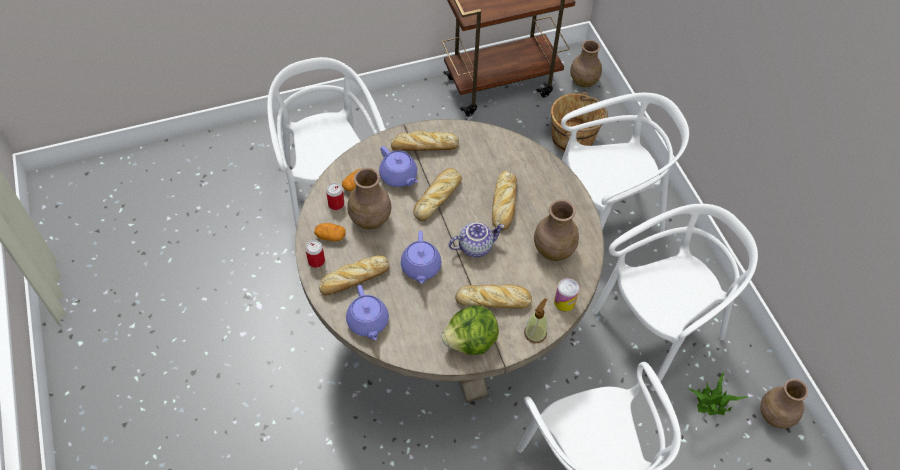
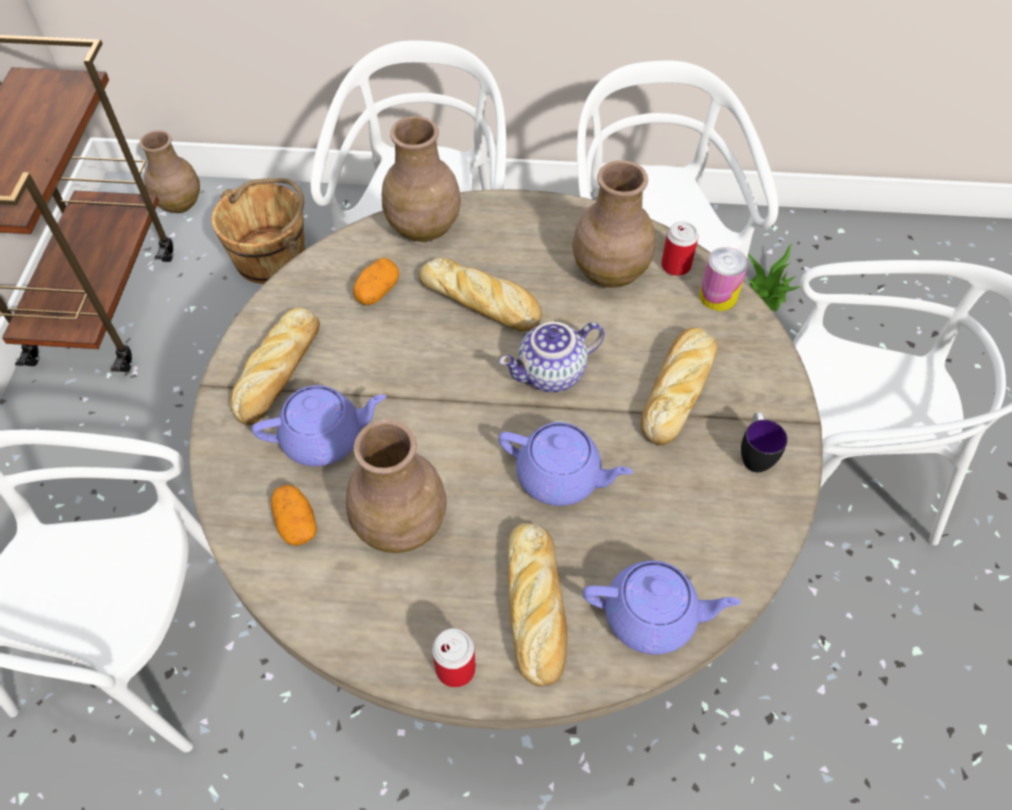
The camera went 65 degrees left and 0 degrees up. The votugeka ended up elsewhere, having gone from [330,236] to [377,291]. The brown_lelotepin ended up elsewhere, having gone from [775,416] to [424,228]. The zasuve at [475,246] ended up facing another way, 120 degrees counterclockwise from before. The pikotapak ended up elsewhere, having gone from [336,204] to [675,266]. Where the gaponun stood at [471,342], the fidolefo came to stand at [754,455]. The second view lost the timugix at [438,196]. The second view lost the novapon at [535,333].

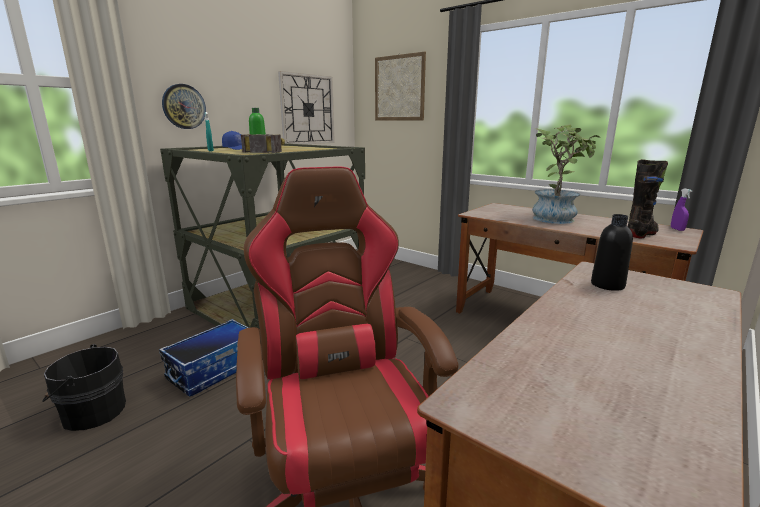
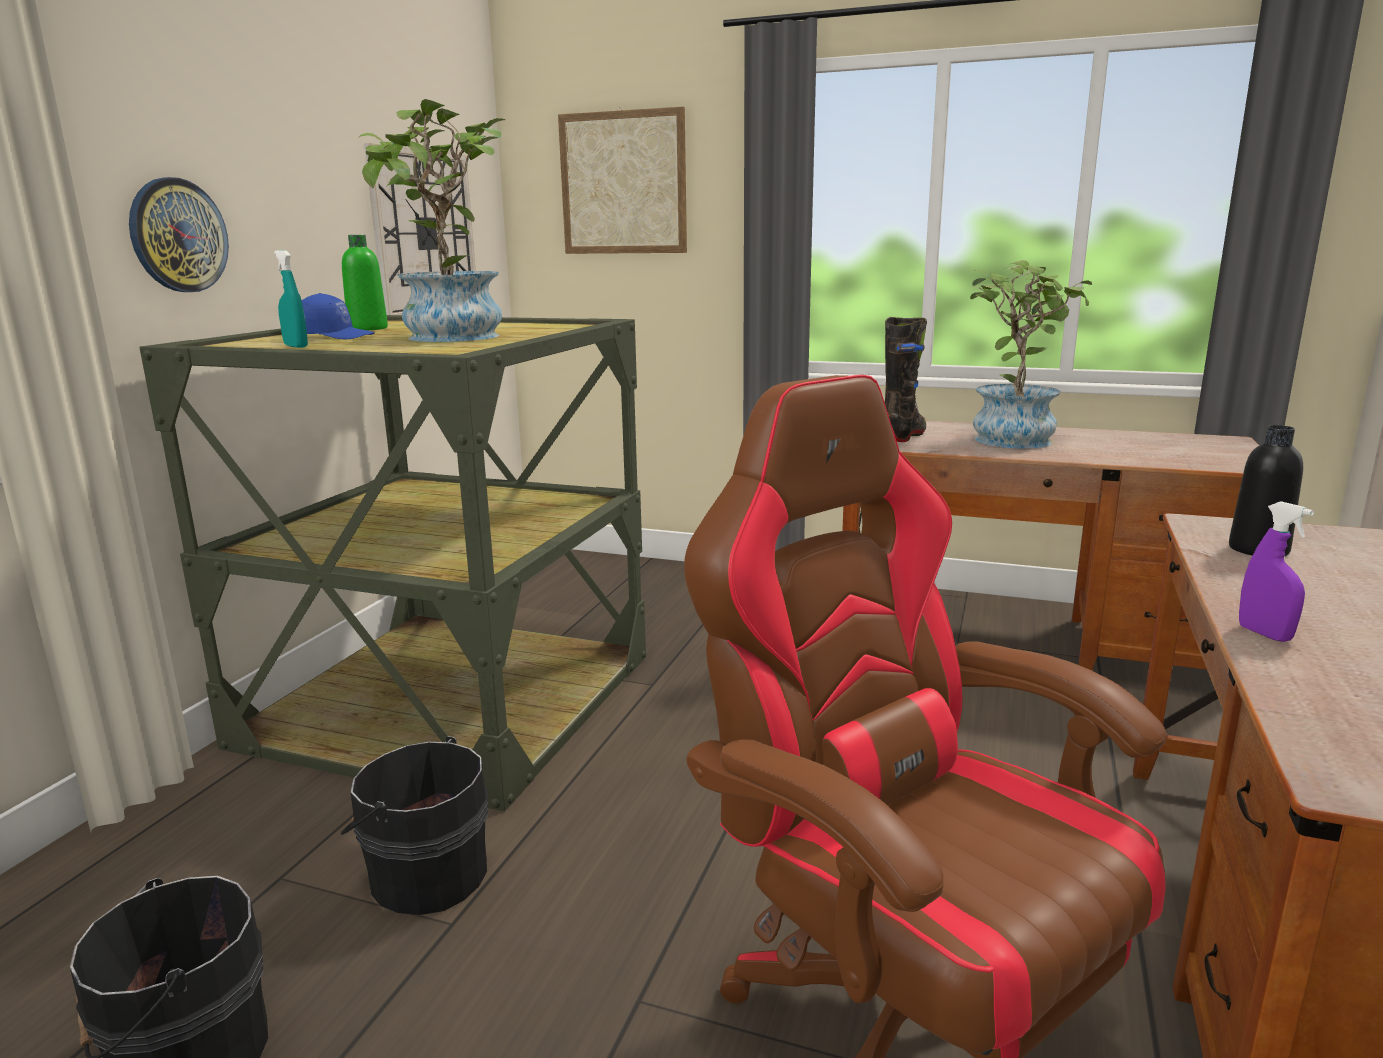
The camera went 20 degrees left and 0 degrees up. Where the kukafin stood at [214,369], the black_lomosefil came to stand at [425,874]. Where the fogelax stood at [271,151], the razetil came to stand at [449,338]. The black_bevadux ended up elsewhere, having gone from [641,234] to [904,436]. The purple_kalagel ended up elsewhere, having gone from [677,229] to [1264,634].

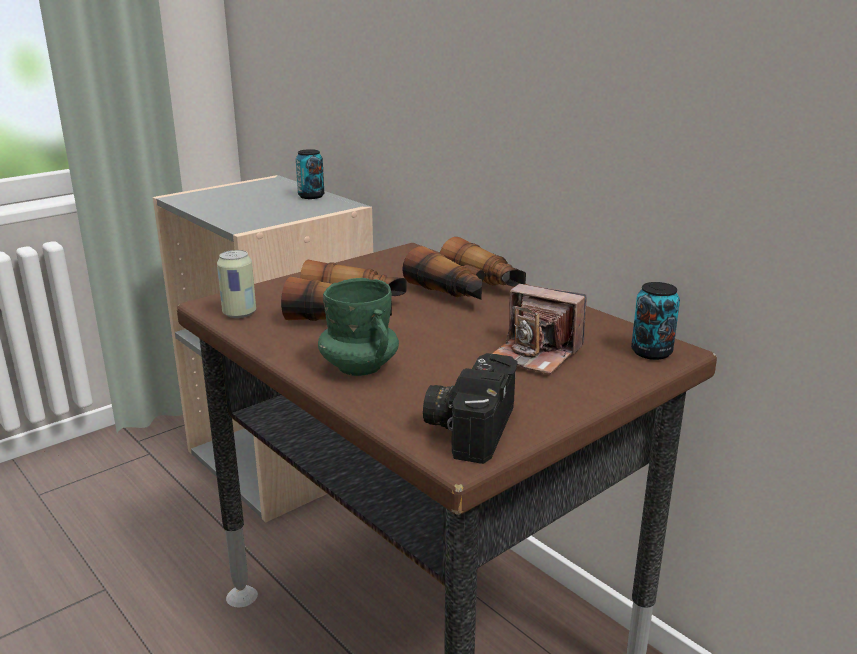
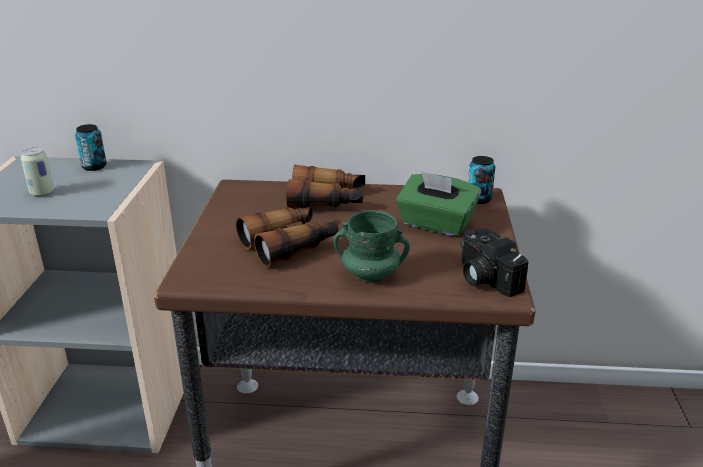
The camera went 45 degrees left and 5 degrees up. The pikotapak ended up elsewhere, having gone from [239,313] to [42,192]. Where the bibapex stood at [535,354], the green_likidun came to stand at [436,224].

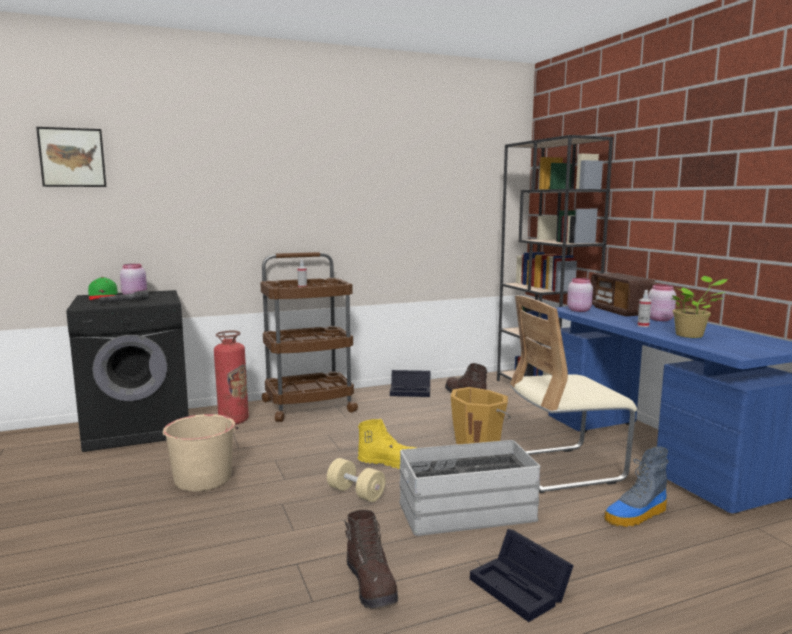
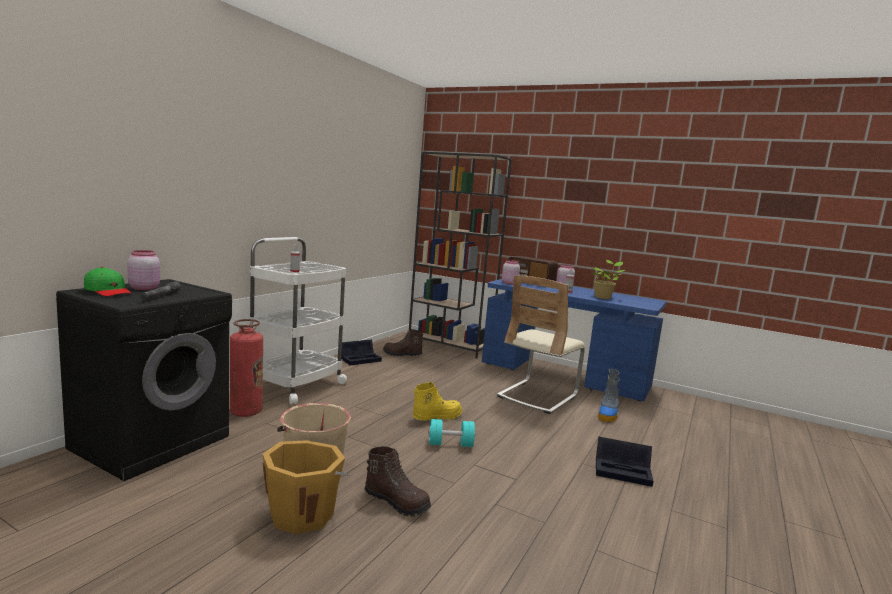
The camera went 40 degrees left and 0 degrees up. What was the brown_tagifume at [309,406] turned into the white_tagifume at [296,385]. The orange_lomosefil ended up elsewhere, having gone from [478,441] to [302,514]. The brown_bevadux ended up elsewhere, having gone from [371,585] to [397,502]. What was the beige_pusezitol at [356,493] turned into the turquoise_pusezitol at [450,444]. The second view lost the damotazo at [72,157]. The second view lost the grey_kukafin at [466,511].

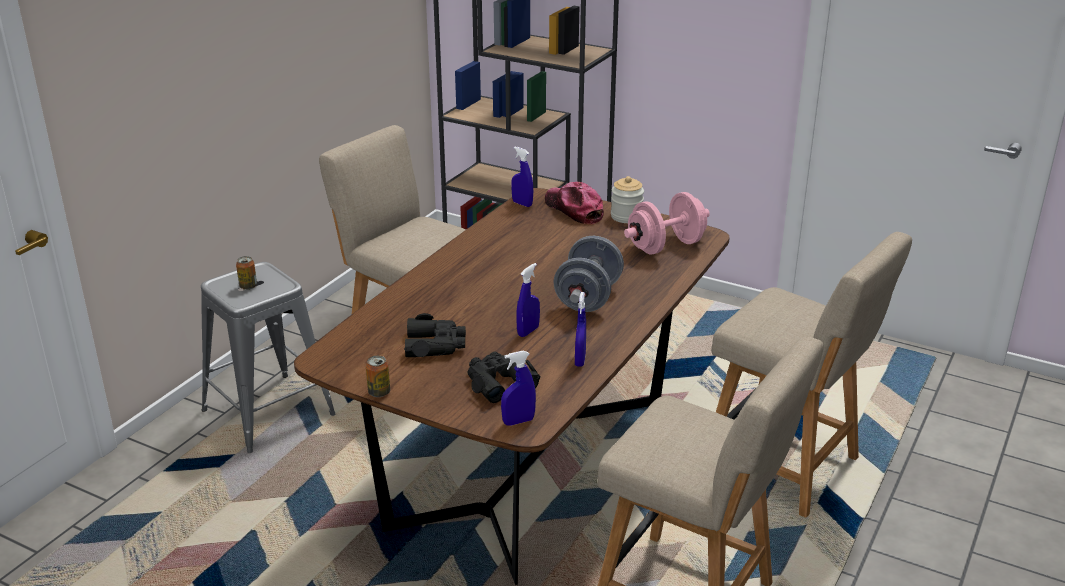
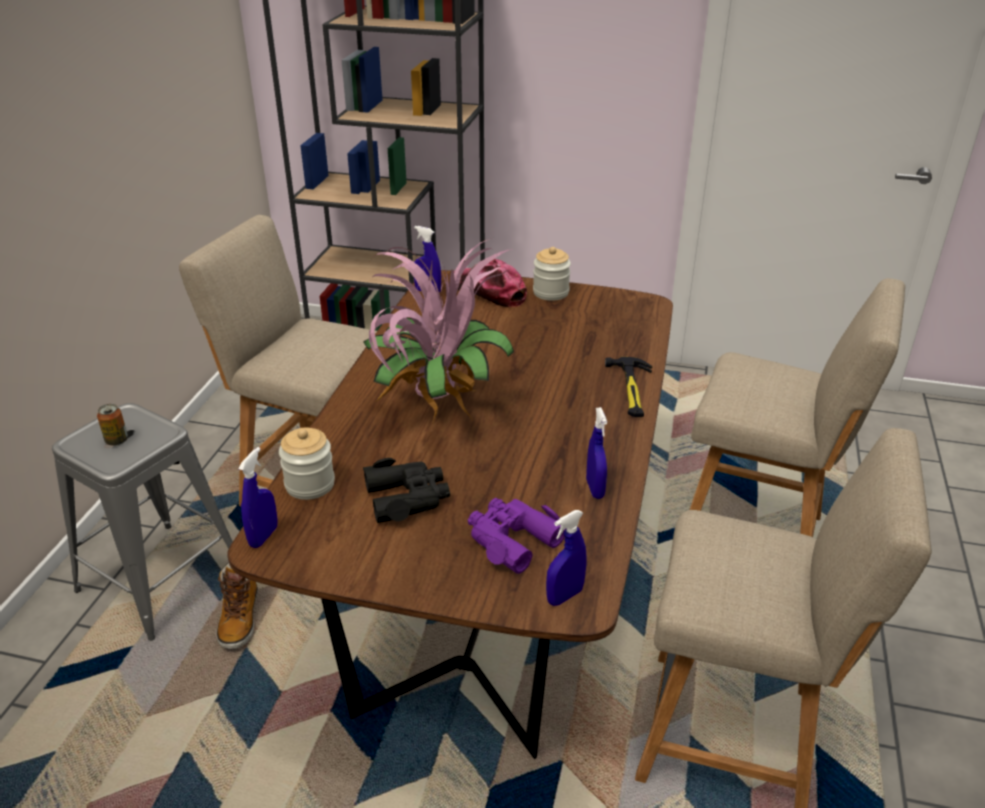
The camera went 15 degrees left and 5 degrees up. The second view gained the bevadux at [240,619]. The blue_kalagel ended up elsewhere, having gone from [528,331] to [263,536]. The second view gained the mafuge at [310,484]. The second view gained the razetil at [437,409]. What was the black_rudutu at [499,382] turned into the purple_rudutu at [512,539]. The second view gained the fogelax at [631,390]. The second view lost the pikotapak at [379,392]. The second view lost the grey_pusezitol at [588,298]. The second view lost the pink_pusezitol at [666,246].

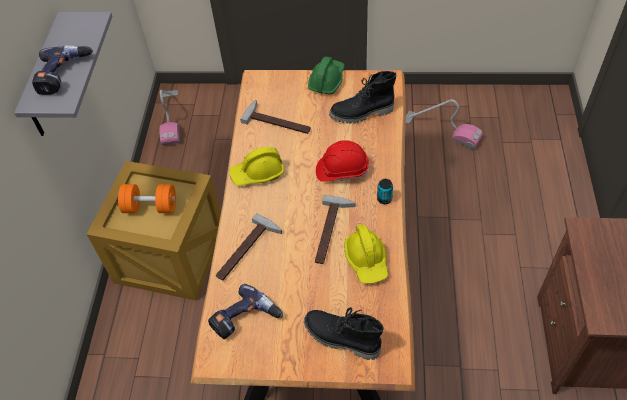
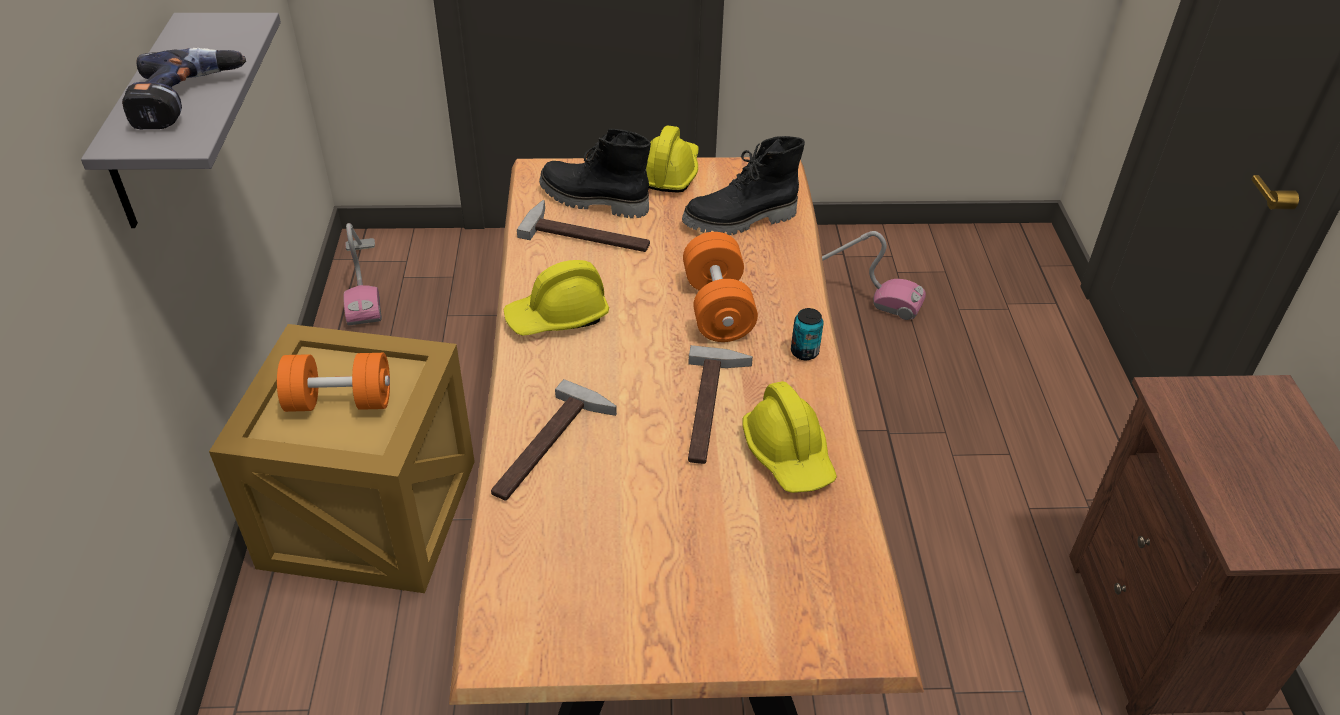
The camera went 10 degrees left and 10 degrees down. The black_bevadux ended up elsewhere, having gone from [341,339] to [593,201]. What was the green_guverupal at [327,80] turned into the yellow_guverupal at [669,173]. Where the red_guverupal stood at [342,170], the orange_pusezitol came to stand at [717,308]. The second view lost the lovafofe at [245,320].

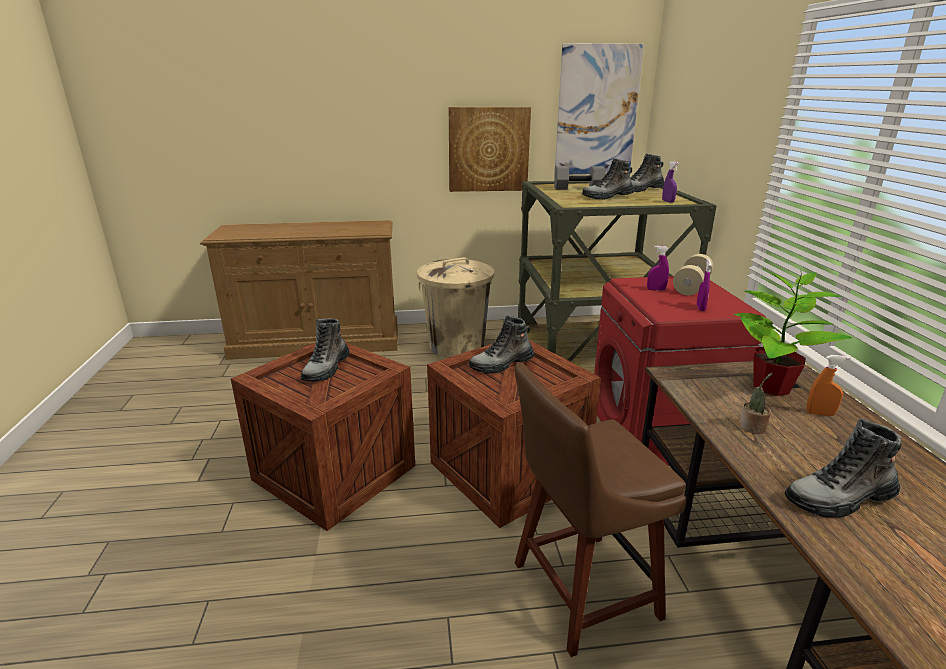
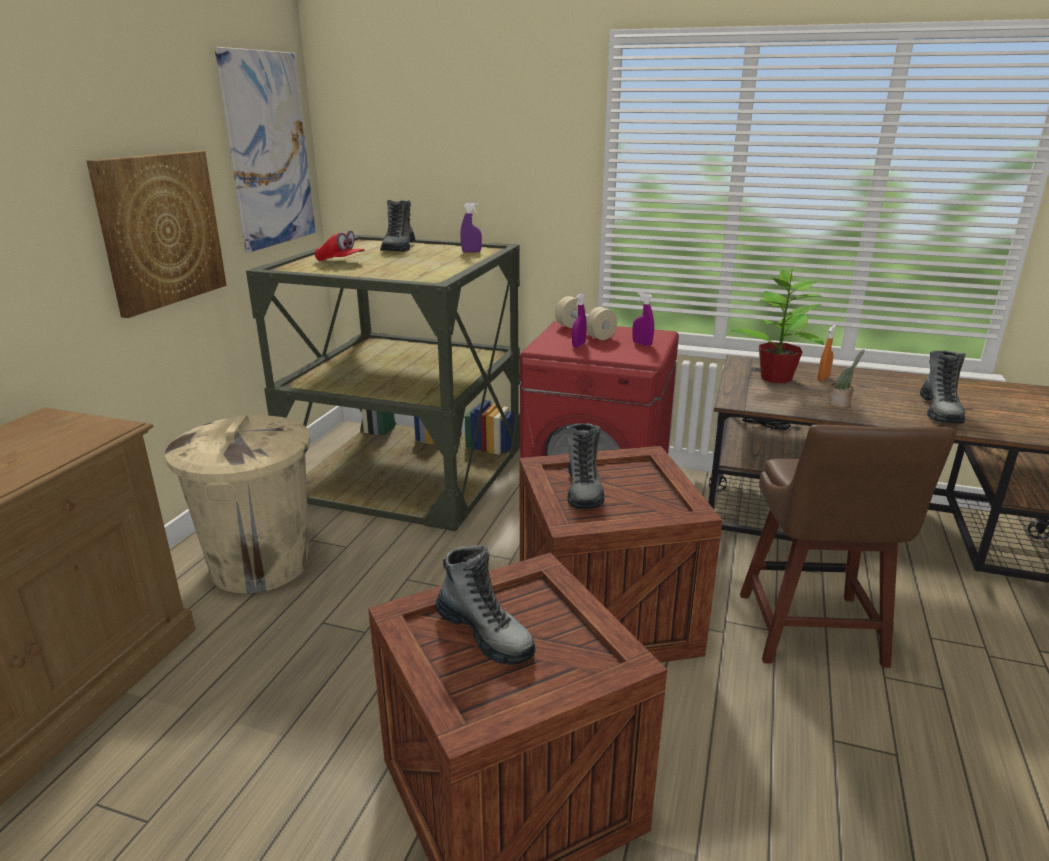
The camera went 65 degrees left and 0 degrees up. Where the grey_pusezitol stood at [578,188], the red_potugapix came to stand at [340,262]. The second view lost the bevadux at [607,197].

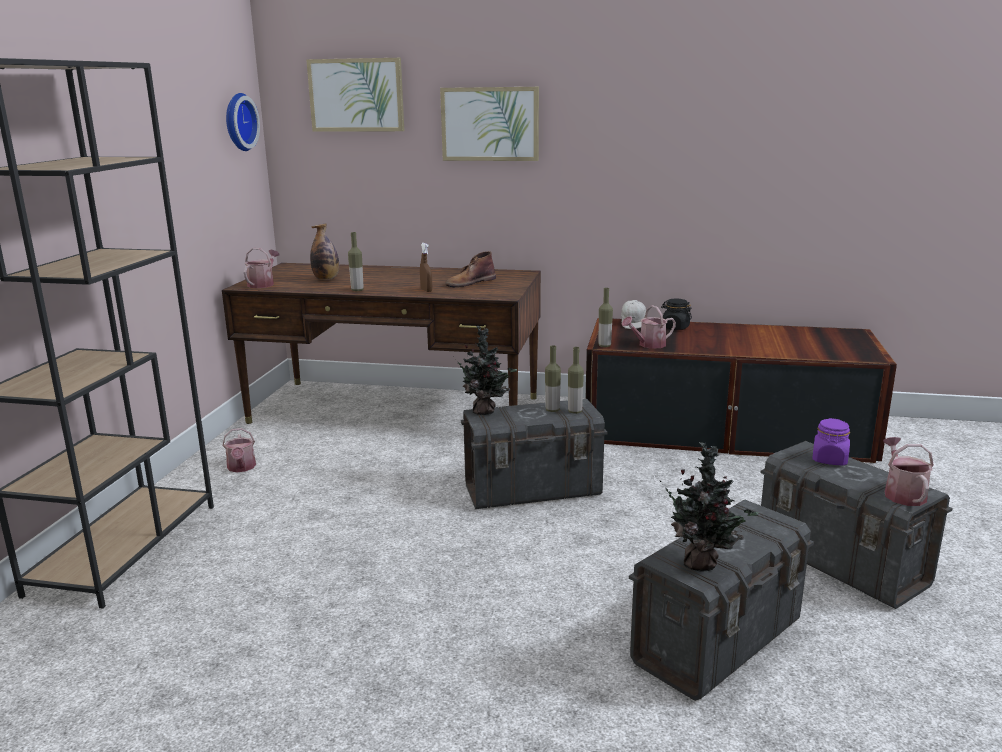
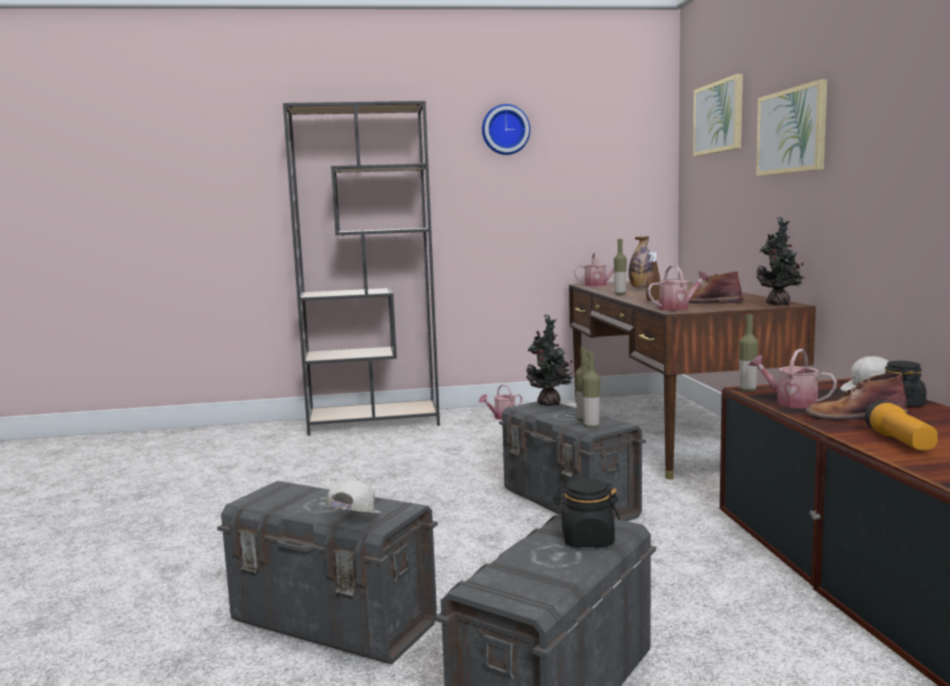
The camera went 70 degrees right and 10 degrees down. The second view gained the white_potugapix at [352,523]. The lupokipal ended up elsewhere, having gone from [238,122] to [505,130]. What was the purple_mafuge at [829,459] turned into the black_mafuge at [587,539]. The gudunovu ended up elsewhere, having gone from [902,493] to [677,308]. The razetil ended up elsewhere, having gone from [703,564] to [780,304]. The second view gained the brown_bevadux at [854,416]. The second view gained the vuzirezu at [900,442].

